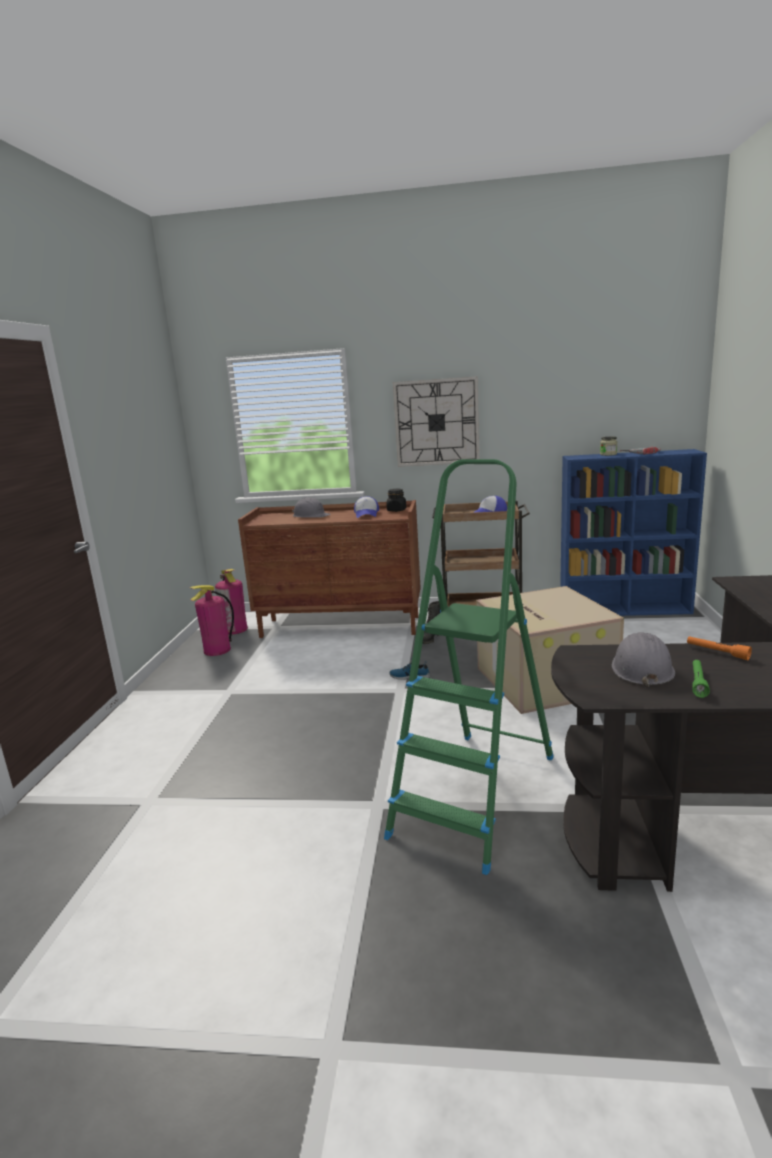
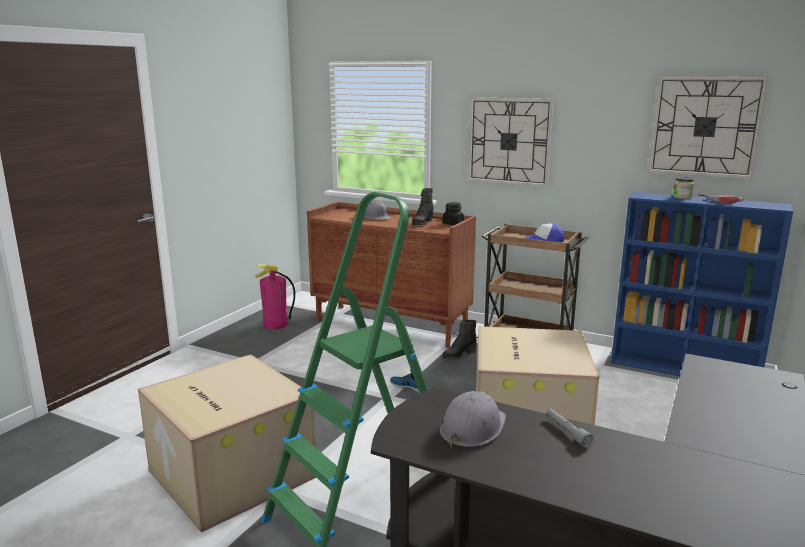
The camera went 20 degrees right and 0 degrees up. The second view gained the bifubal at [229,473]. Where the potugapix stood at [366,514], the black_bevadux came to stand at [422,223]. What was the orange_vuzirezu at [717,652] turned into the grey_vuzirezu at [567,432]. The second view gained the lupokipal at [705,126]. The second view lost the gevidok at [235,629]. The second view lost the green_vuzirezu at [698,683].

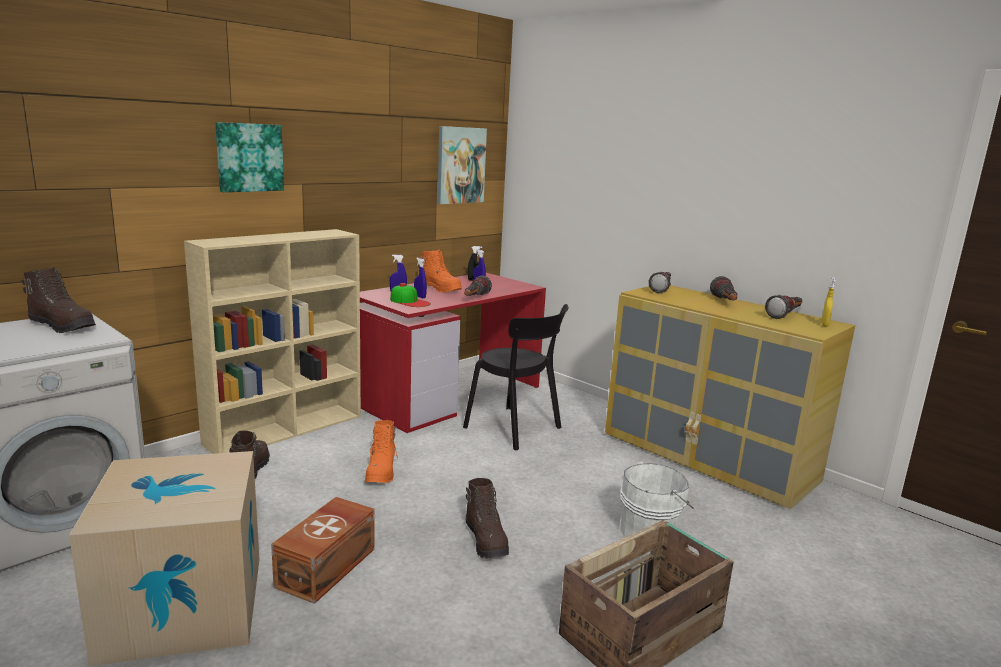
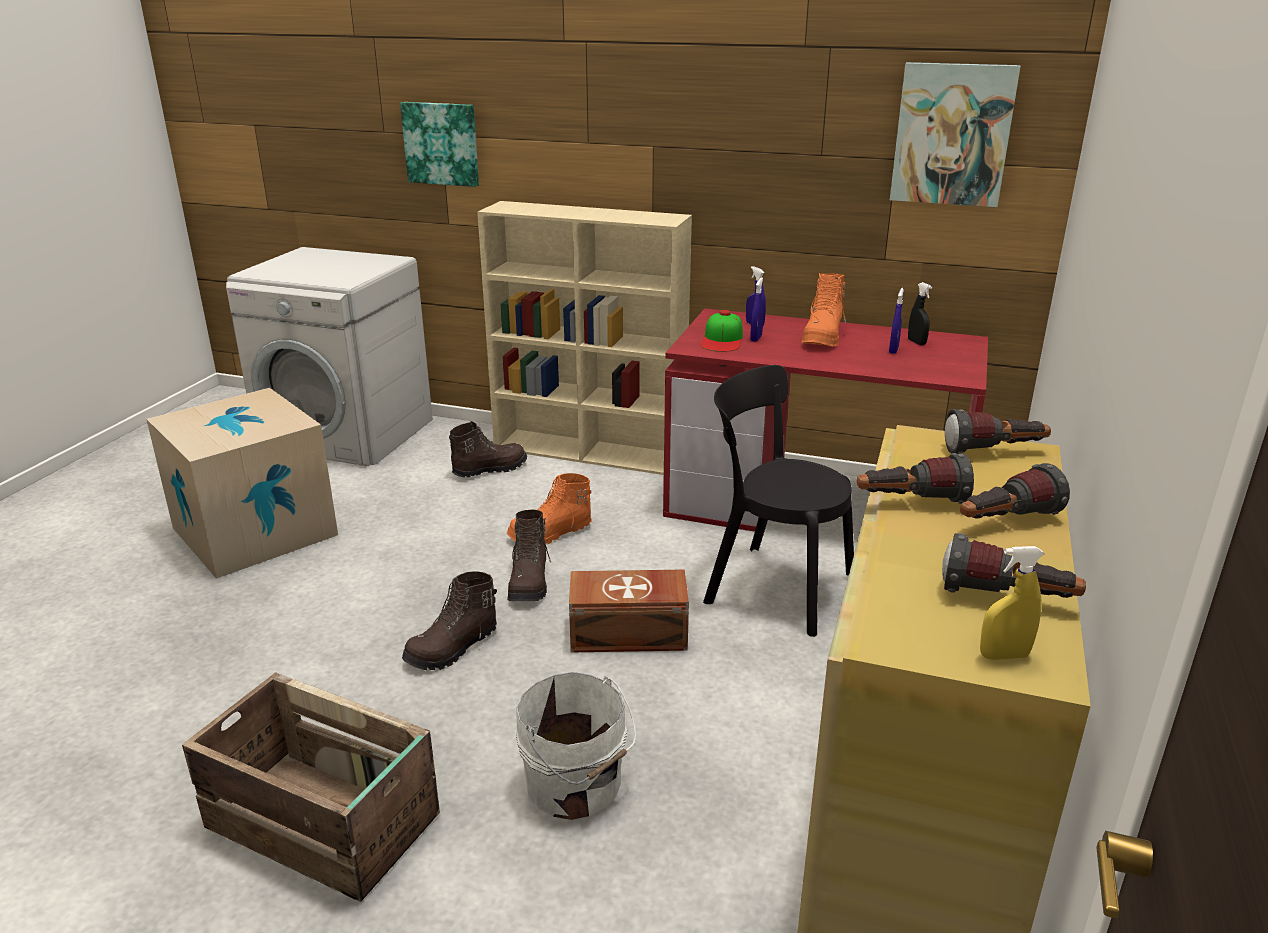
The camera went 65 degrees right and 10 degrees up. The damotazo ended up elsewhere, having gone from [249,157] to [442,143]. The brown_bevadux ended up elsewhere, having gone from [63,326] to [529,582]. The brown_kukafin ended up elsewhere, having gone from [328,567] to [630,634]. The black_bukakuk at [516,429] ended up facing another way, 105 degrees clockwise from before. The vuzirezu ended up elsewhere, having gone from [475,298] to [910,502].

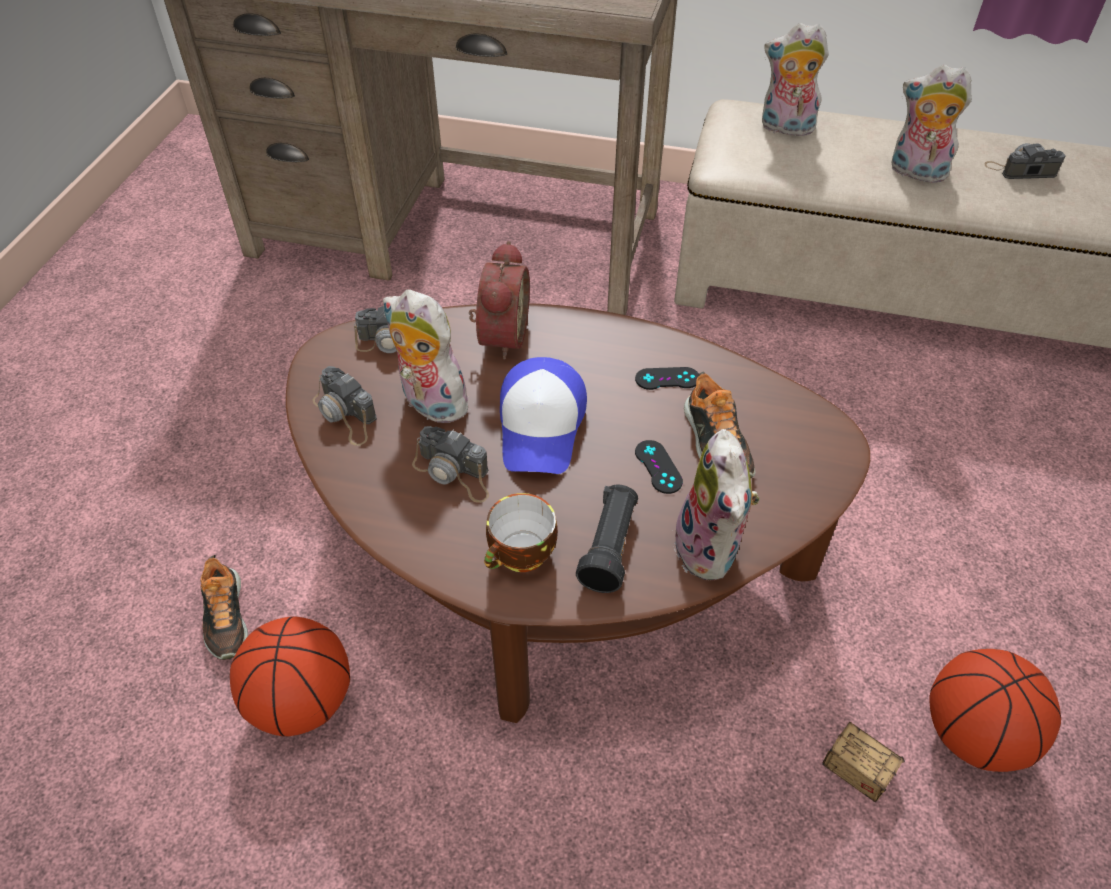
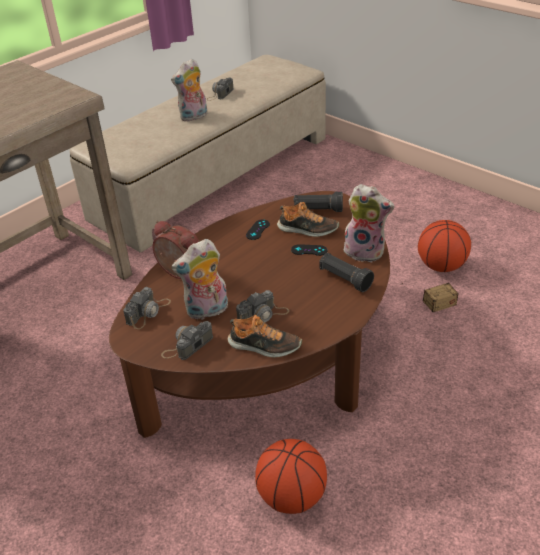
The camera went 60 degrees left and 10 degrees down. The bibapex at [345,415] ended up facing another way, 150 degrees clockwise from before. The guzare ended up elsewhere, having gone from [226,617] to [264,346]. The second view gained the black_vuzirezu at [317,210]. The second view lost the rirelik at [521,556]. The second view lost the potugapix at [541,426]. The second view lost the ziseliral at [785,128].

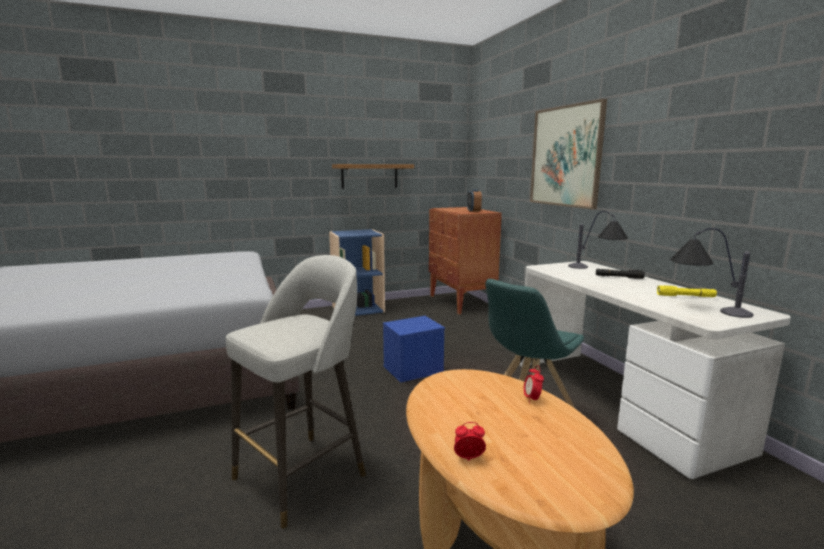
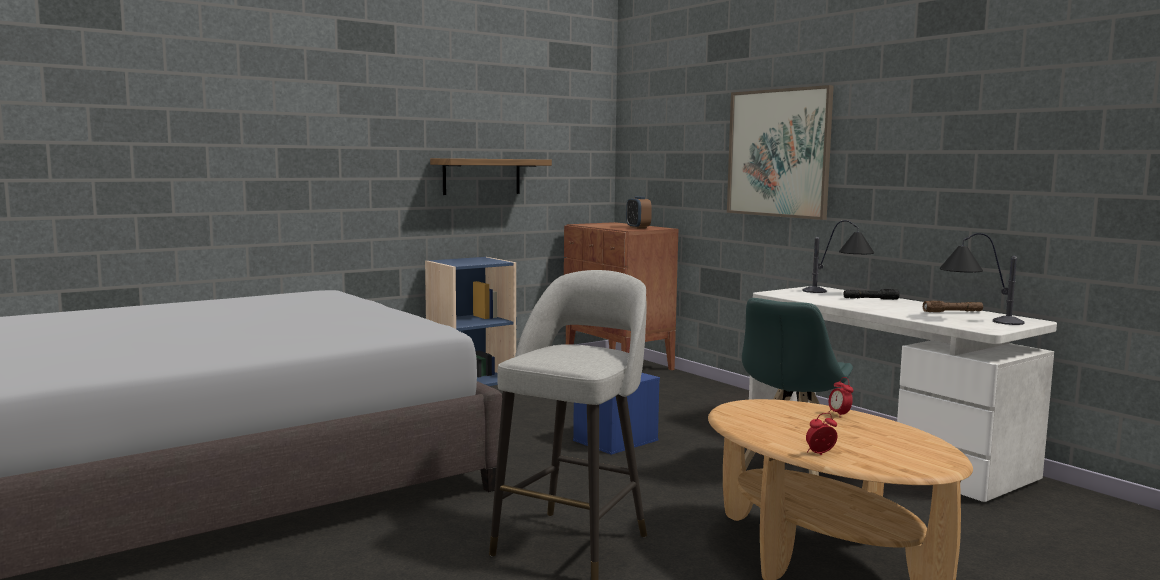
The camera went 15 degrees left and 5 degrees down. What was the yellow_vuzirezu at [685,296] turned into the brown_vuzirezu at [952,312].

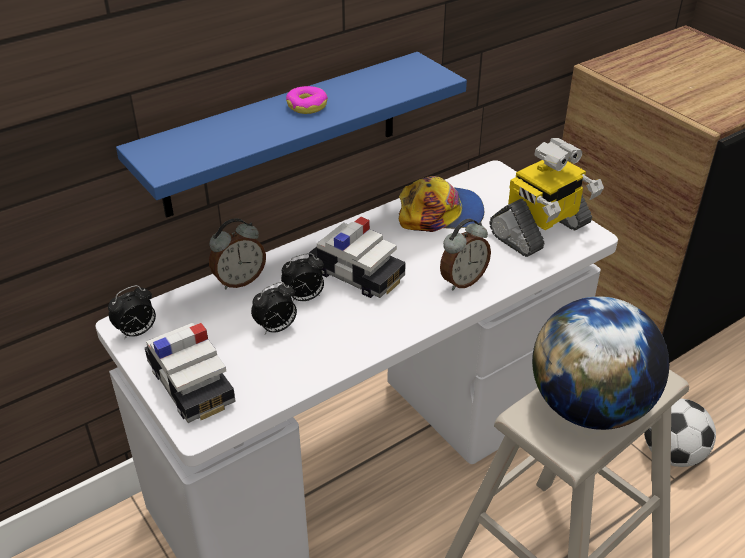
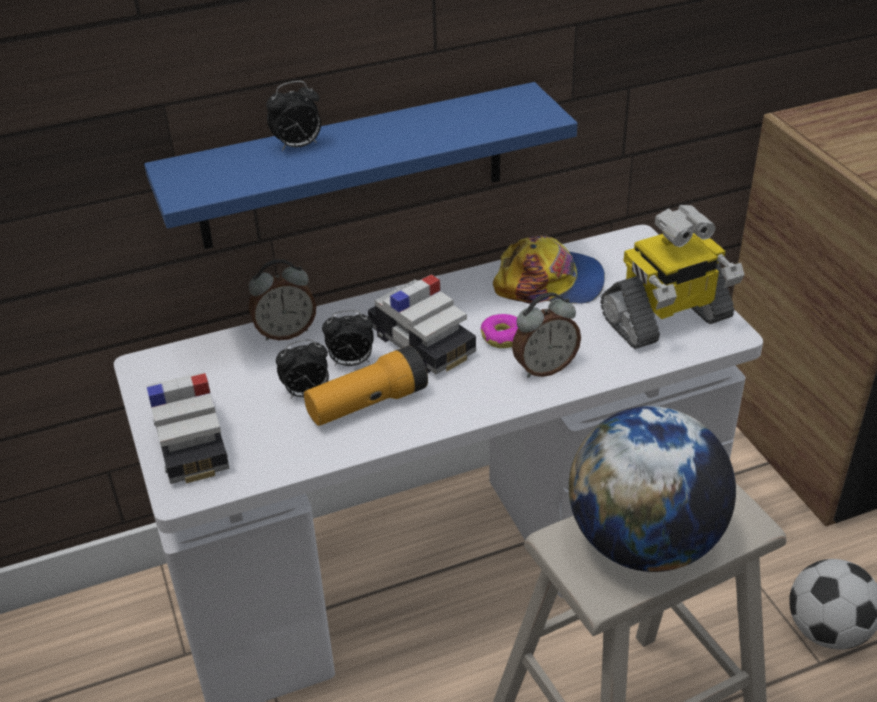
The camera went 15 degrees right and 0 degrees up. The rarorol ended up elsewhere, having gone from [137,332] to [298,146]. The second view gained the vuzirezu at [367,404]. The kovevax ended up elsewhere, having gone from [307,106] to [503,337].

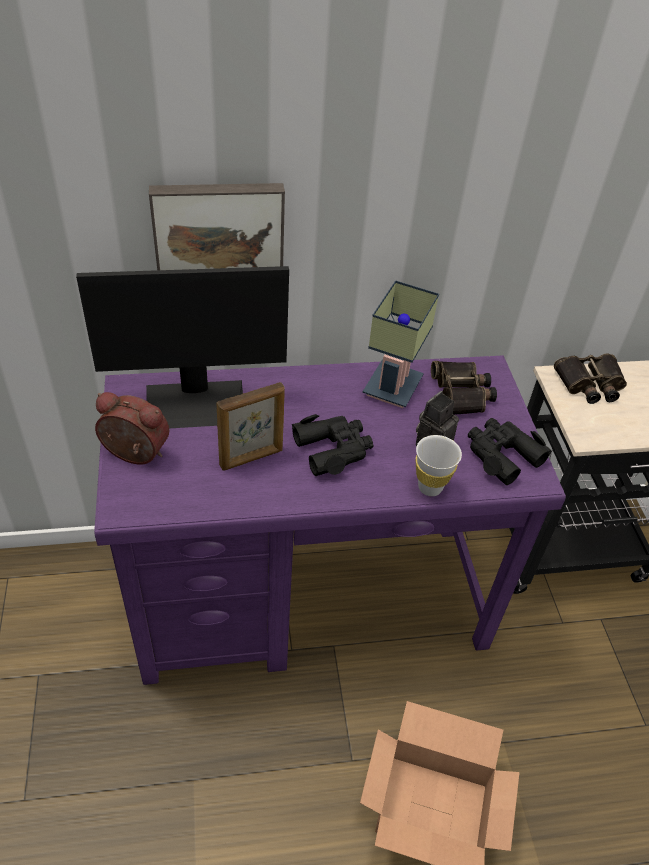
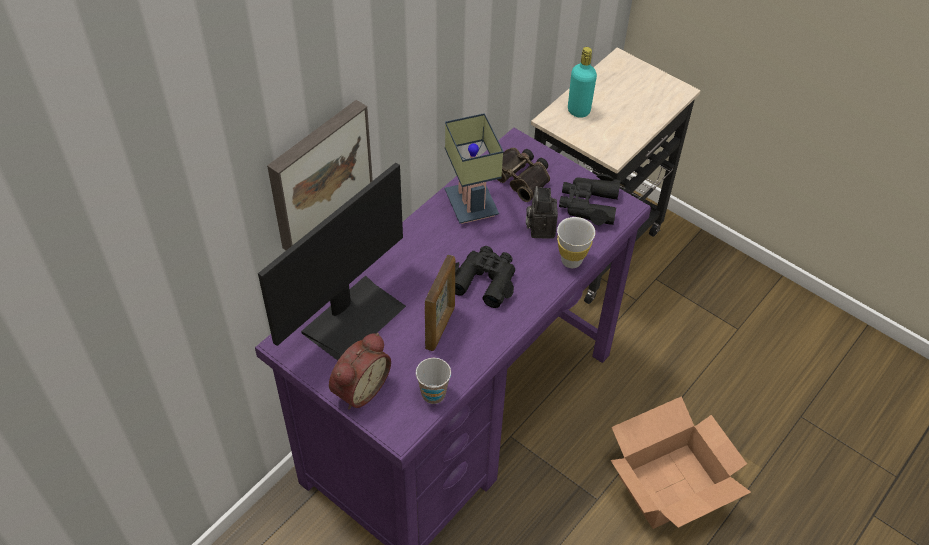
The camera went 40 degrees left and 5 degrees up. The rarorol at [134,455] ended up facing another way, 150 degrees clockwise from before. The second view gained the rirelik at [433,394]. Where the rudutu stood at [590,384], the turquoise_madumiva came to stand at [578,111].

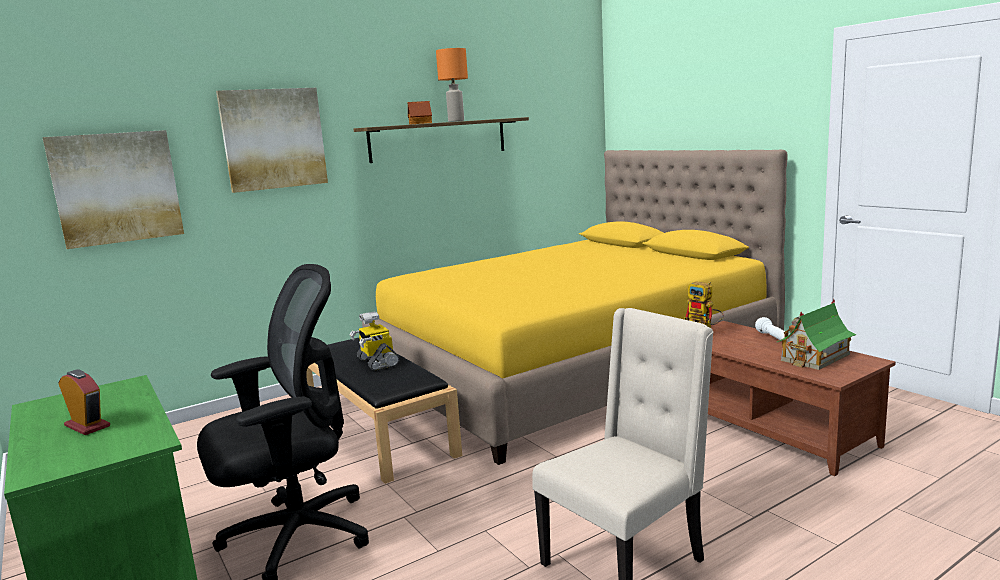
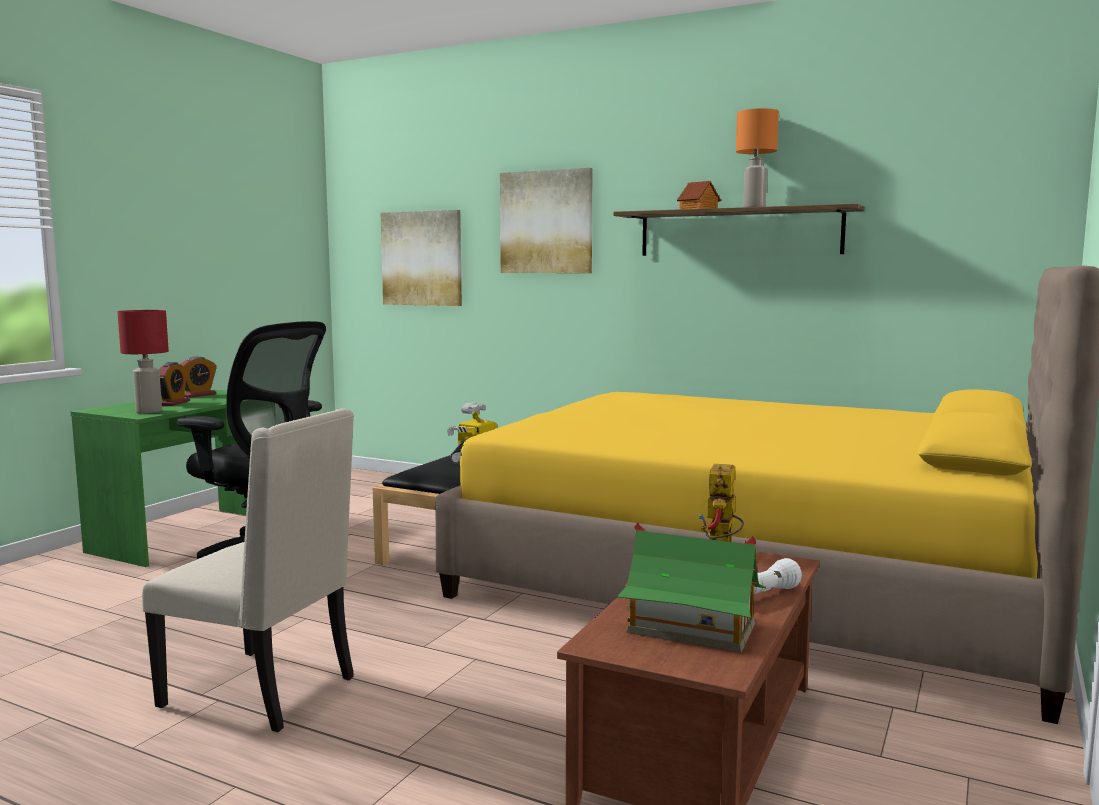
The camera went 60 degrees right and 5 degrees down. The second view gained the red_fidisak at [149,412]. The second view gained the rarorol at [198,395].

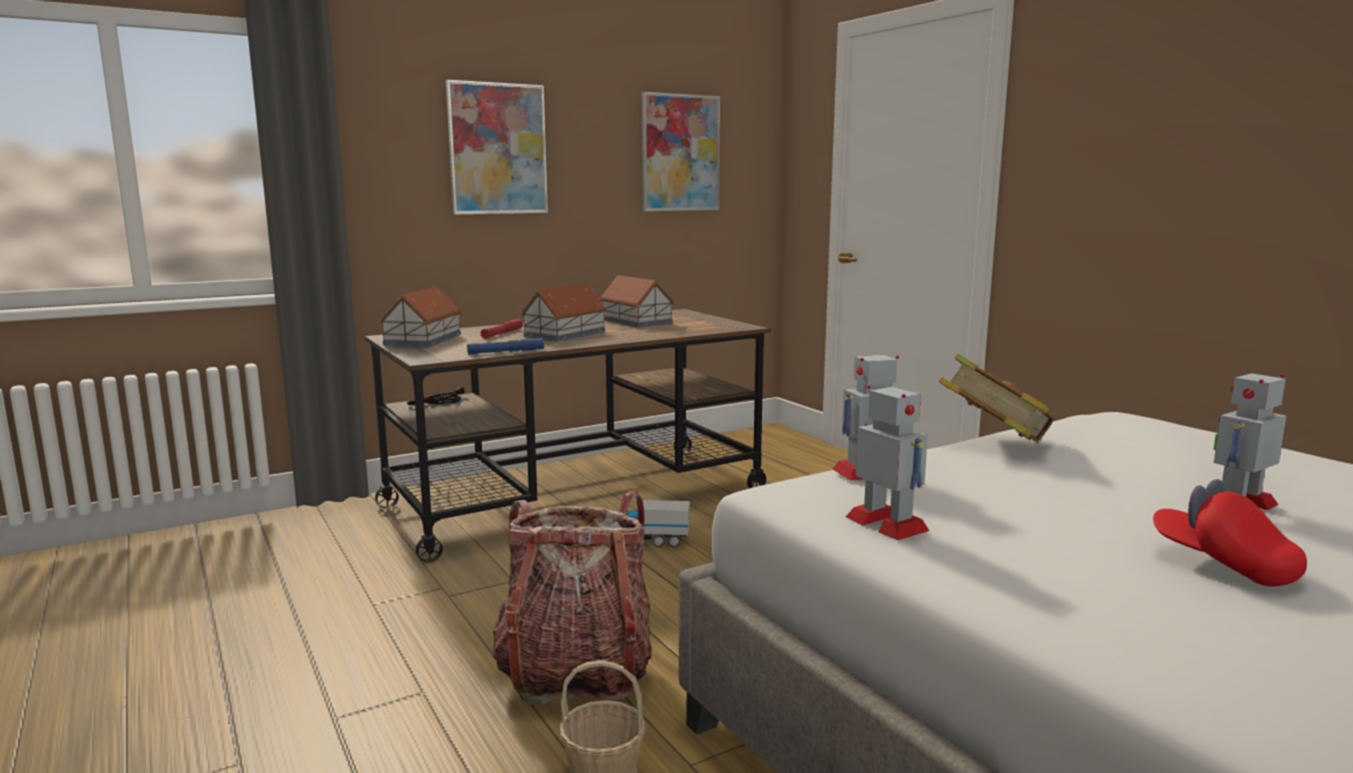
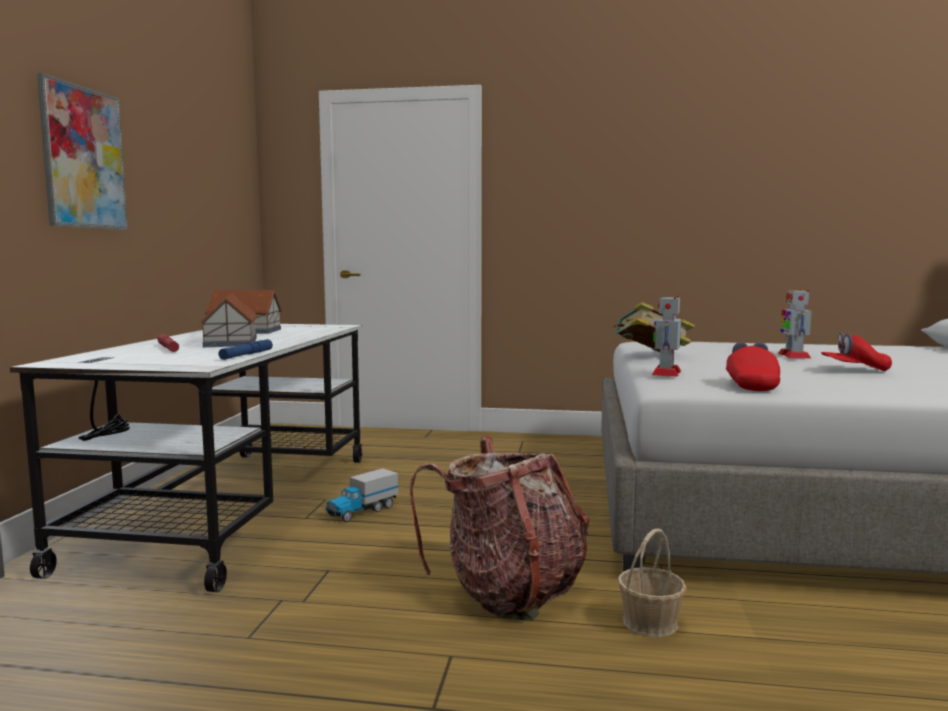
The camera went 50 degrees left and 5 degrees down. What was the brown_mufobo at [576,498] turned into the white_mufobo at [234,507]. Where the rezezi stood at [887,524], the red_potugapix came to stand at [751,385]. The second view lost the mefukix at [424,339]. The second view lost the damotazo at [680,153].

